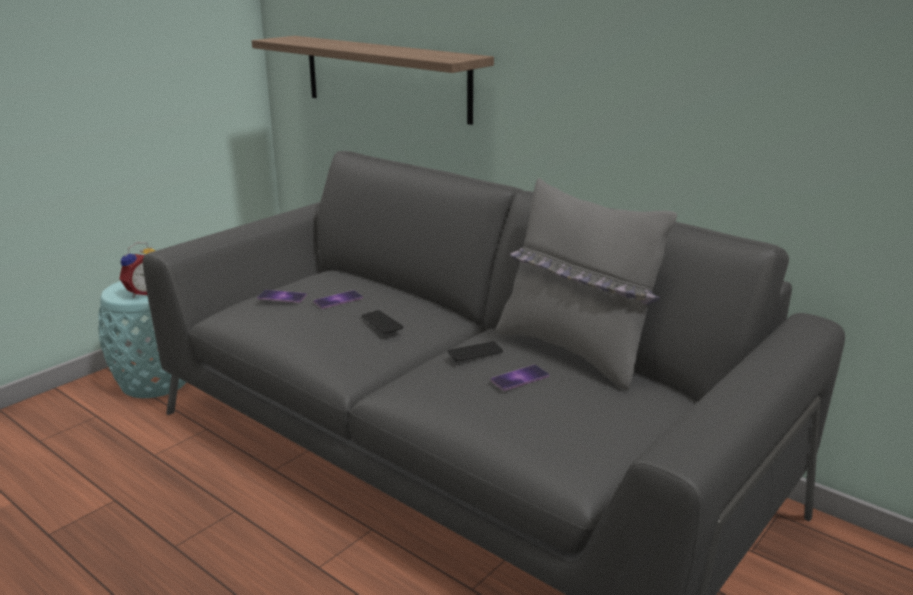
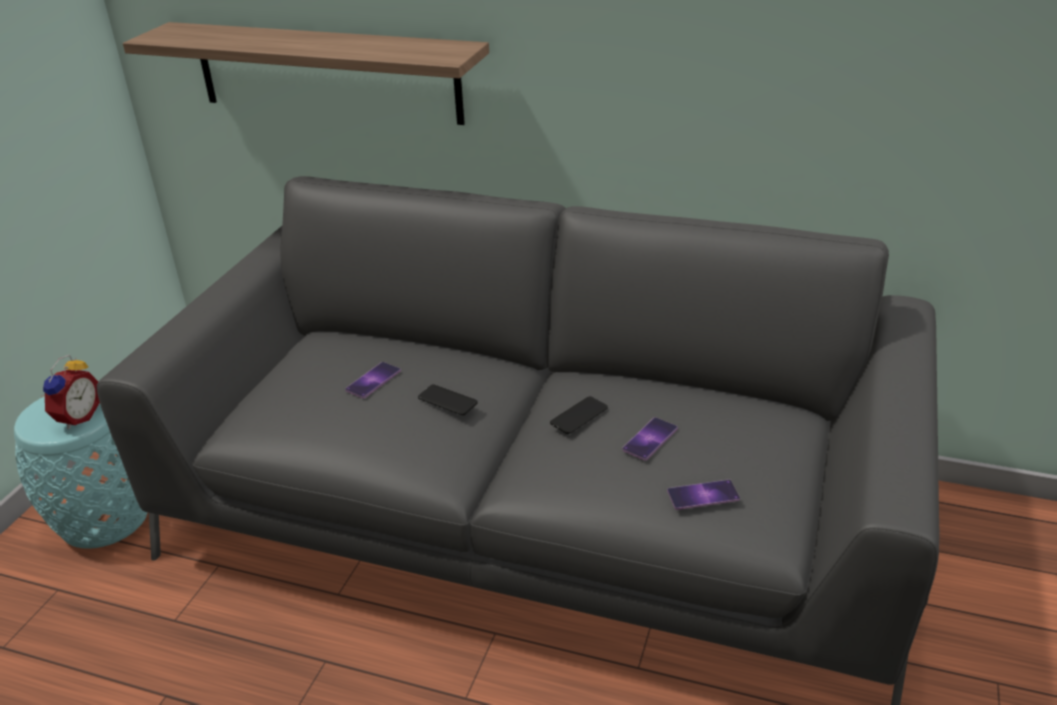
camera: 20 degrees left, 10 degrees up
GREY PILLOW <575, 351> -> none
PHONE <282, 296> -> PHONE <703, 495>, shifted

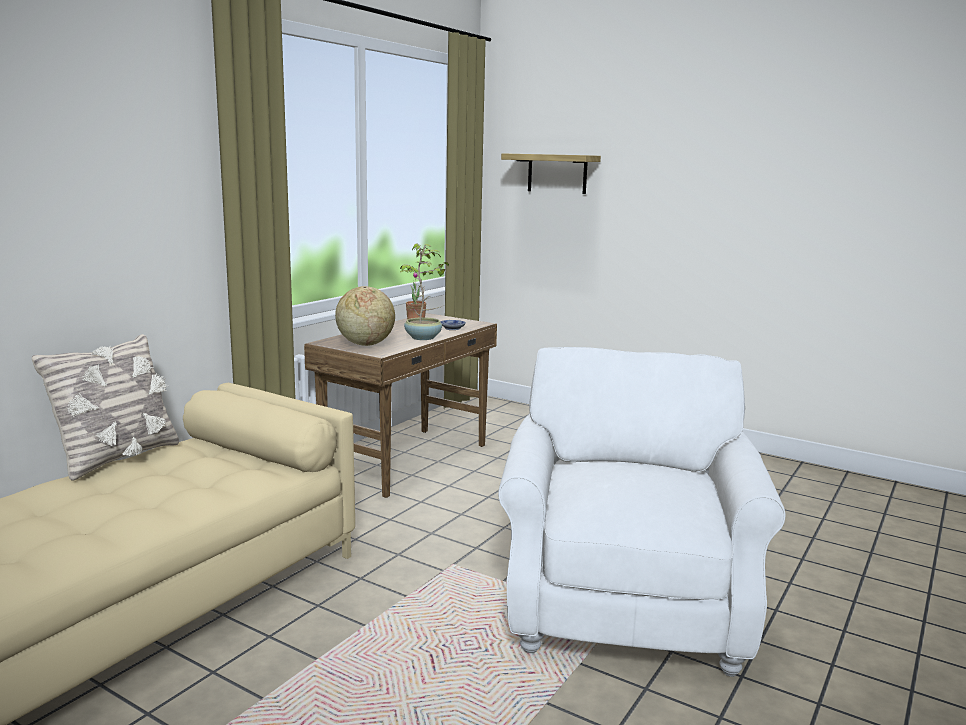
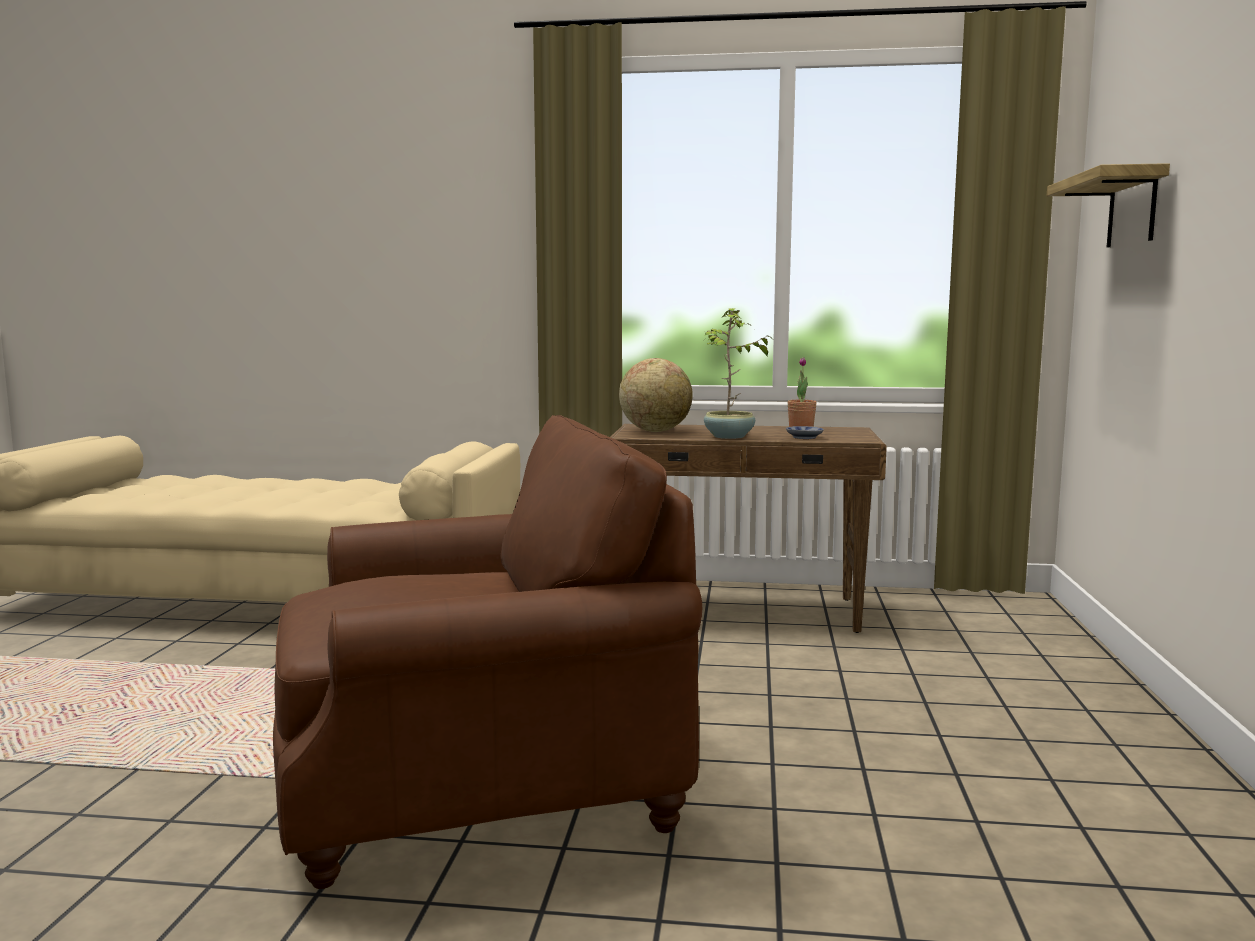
camera: 65 degrees right, 5 degrees down
BEIGE PILLOW <117, 458> -> none
WHITE ARMCHAIR <624, 600> -> BROWN ARMCHAIR <480, 785>

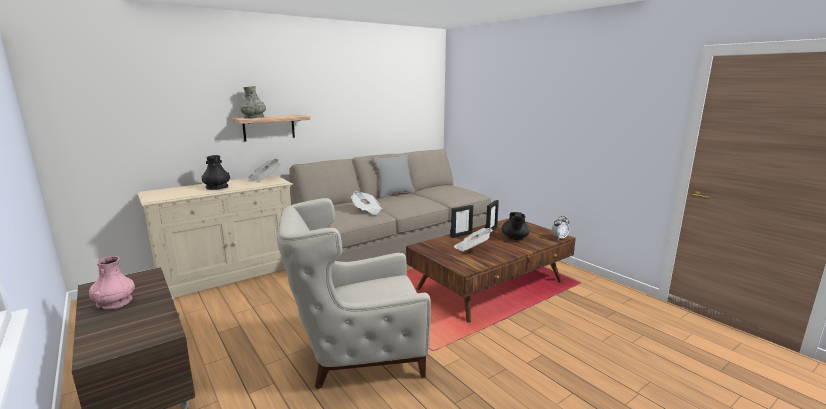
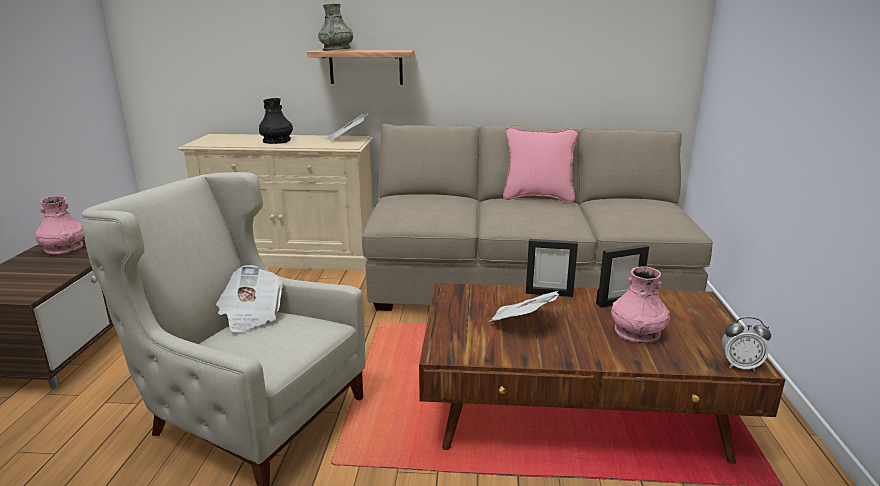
camera: 40 degrees right, 5 degrees up
NEWSPAPER <367, 211> -> NEWSPAPER <250, 315>, shifted
BLACK TEAPOT <514, 238> -> PINK VASE <637, 332>
GREY PILLOW <394, 194> -> PINK PILLOW <537, 197>

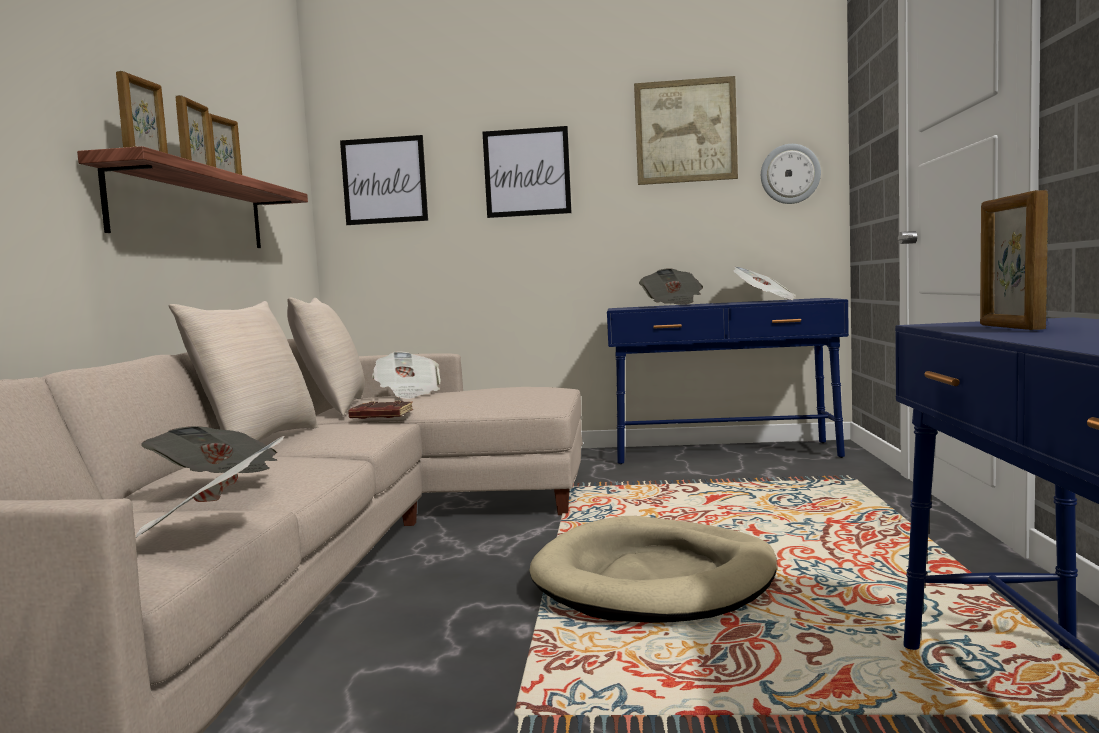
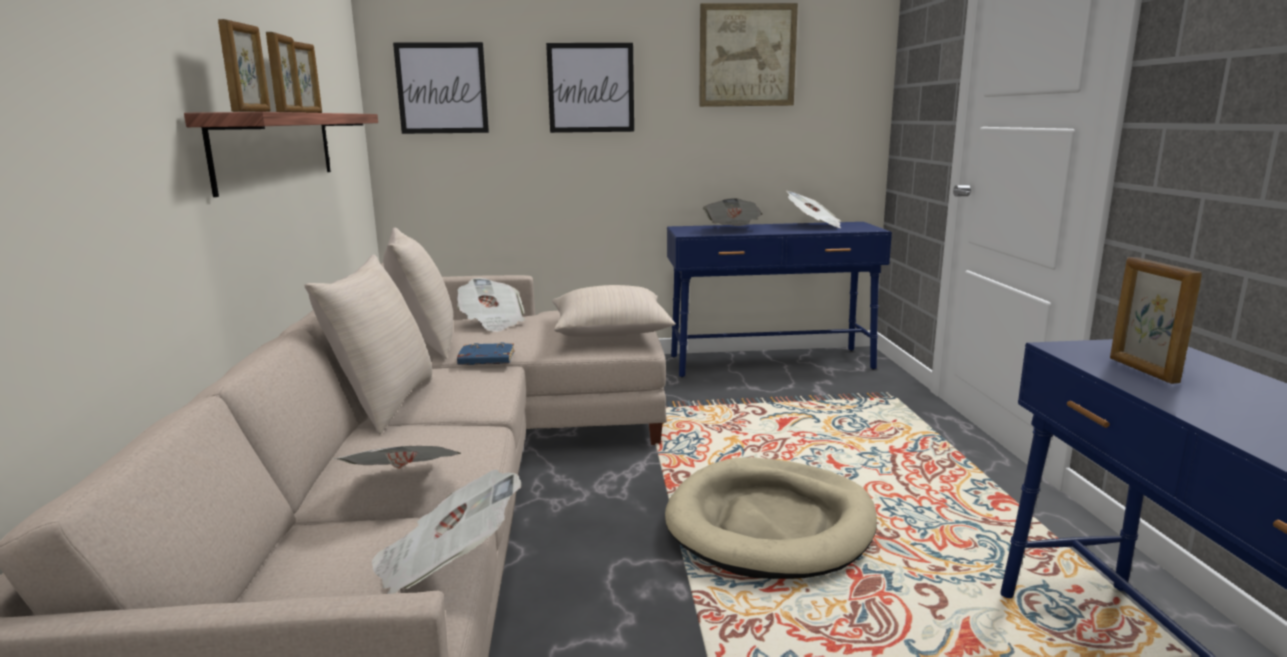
camera: 10 degrees left, 10 degrees up
WALL CLOCK <790, 174> -> none
none -> BEIGE PILLOW <610, 333>
BROWN BOOK <380, 415> -> BLUE BOOK <485, 359>

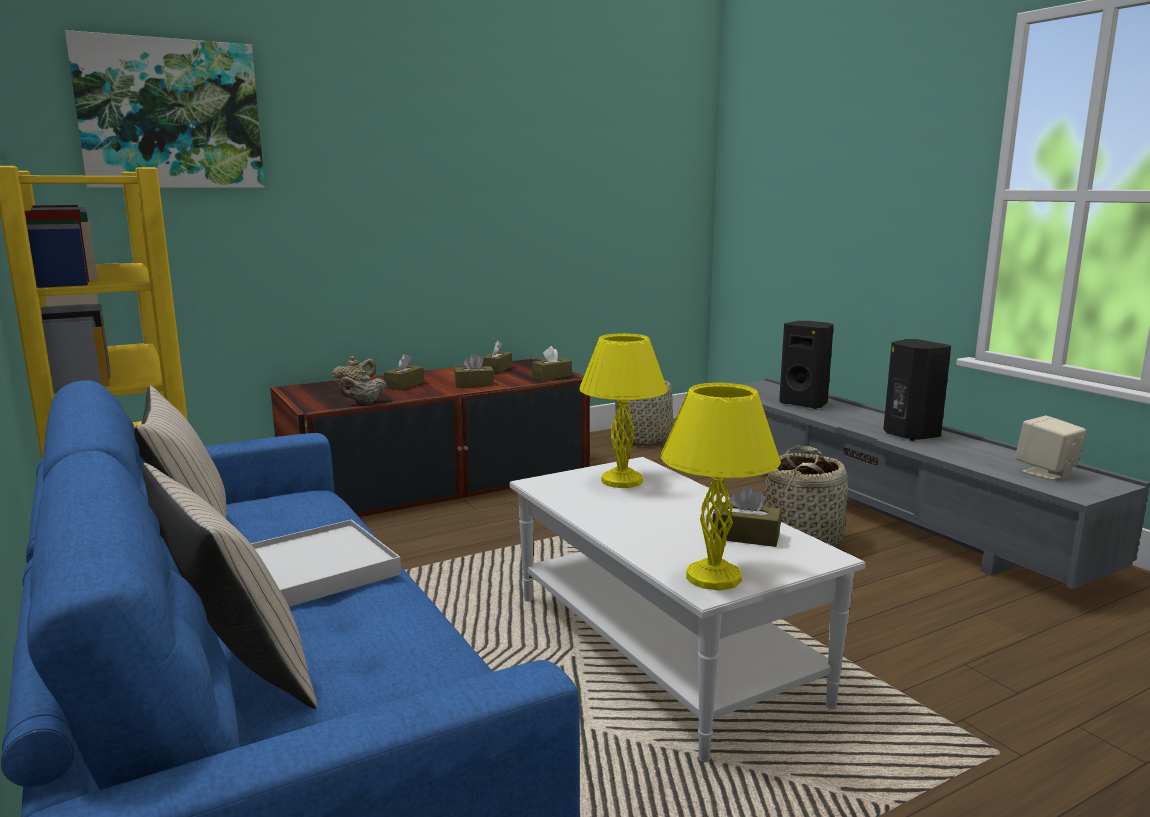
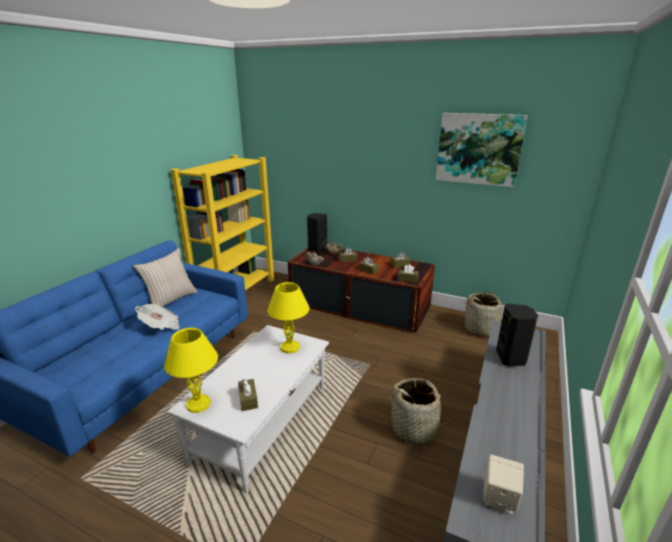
camera: 55 degrees right, 10 degrees up
BEIGE PILLOW <237, 673> -> none
PICTURE <170, 114> -> PICTURE <478, 149>, shifted
BLACK SPEAKER <909, 434> -> BLACK SPEAKER <317, 249>, shifted
WHITE TRAY <319, 569> -> NEWSPAPER <161, 326>

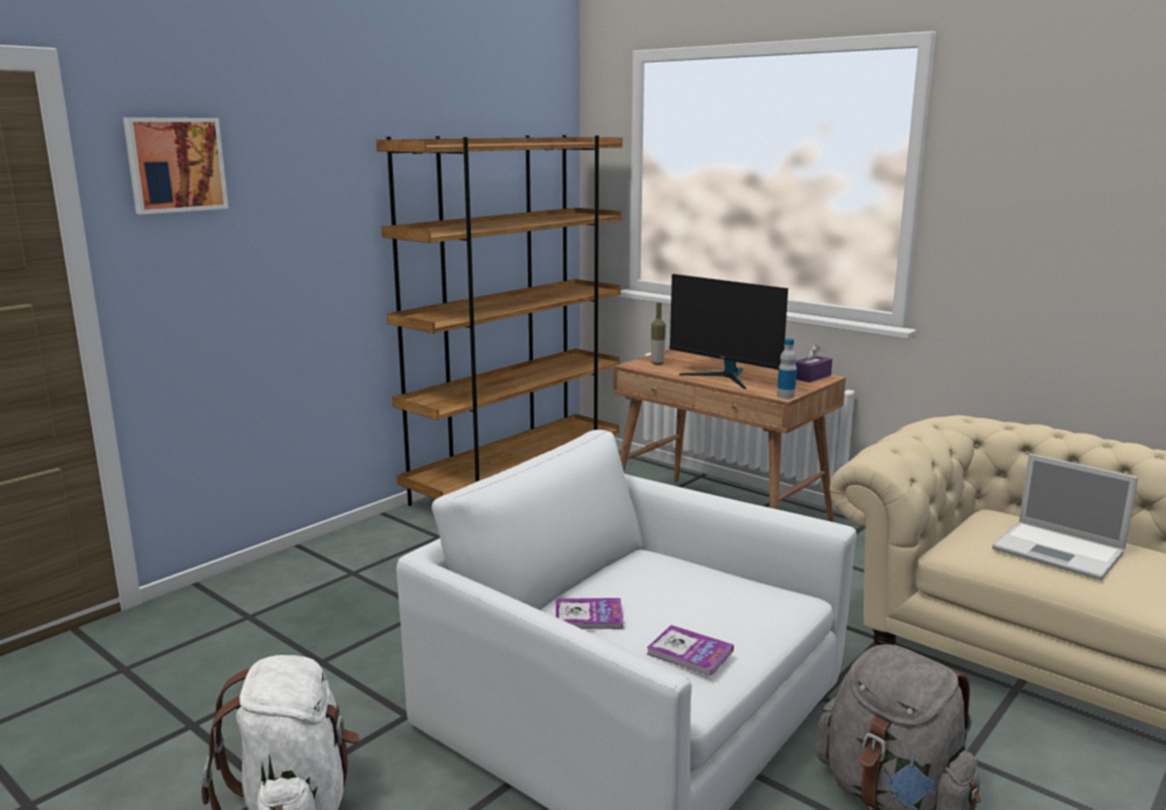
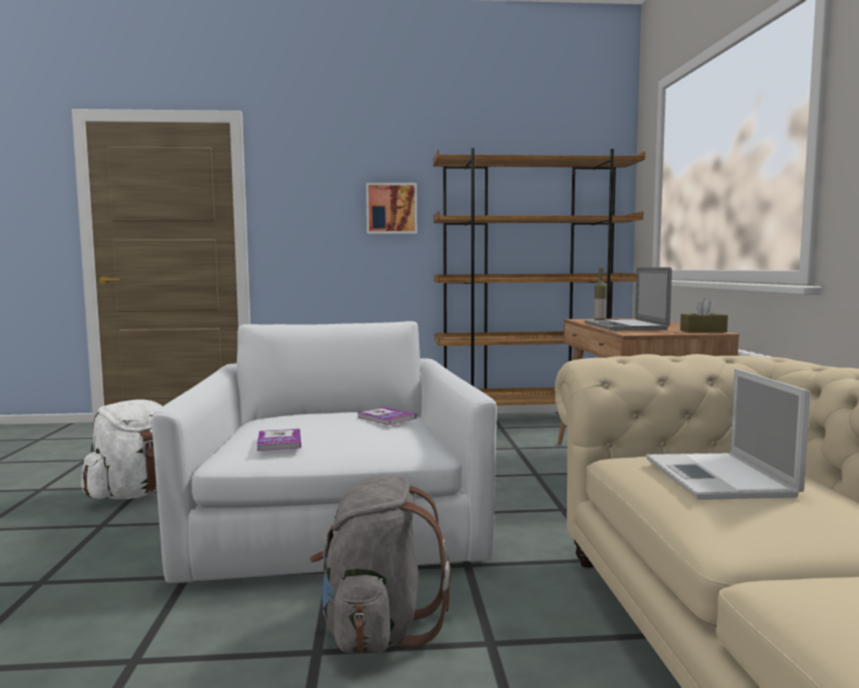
camera: 45 degrees right, 10 degrees down
BOTTLE <785, 396> -> none
PICTURE <175, 164> -> PICTURE <391, 208>, shifted
BOOK <588, 616> -> BOOK <386, 418>, shifted
MONITOR <725, 377> -> LAPTOP <624, 326>
PURPLE TISSUE BOX <811, 377> -> BROWN TISSUE BOX <703, 331>

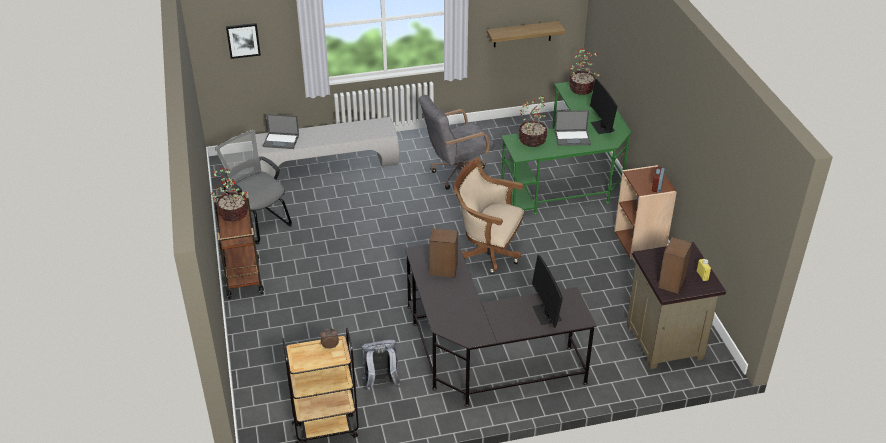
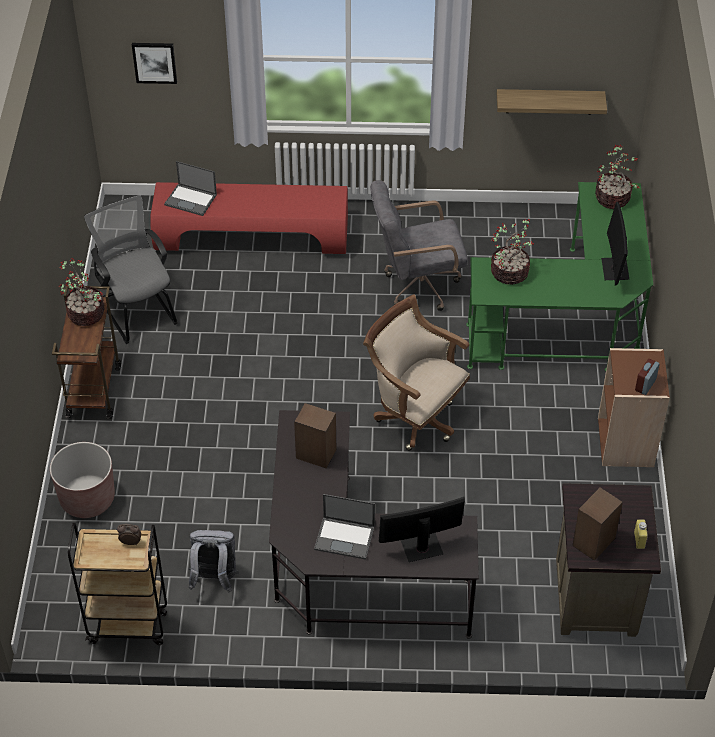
camera: 15 degrees right, 10 degrees up
none -> BROWN PLANTER <87, 499>
LAPTOP <572, 138> -> LAPTOP <345, 537>, shifted
GREY BENCH <326, 163> -> RED BENCH <252, 235>
MONITOR <546, 314> -> MONITOR <421, 548>, 75 degrees clockwise

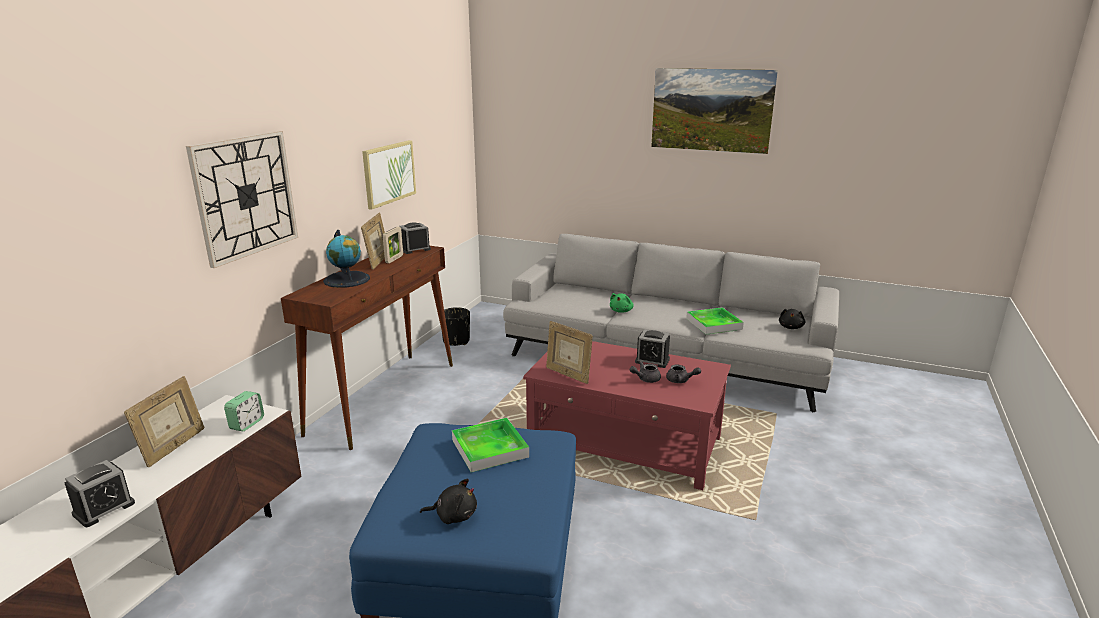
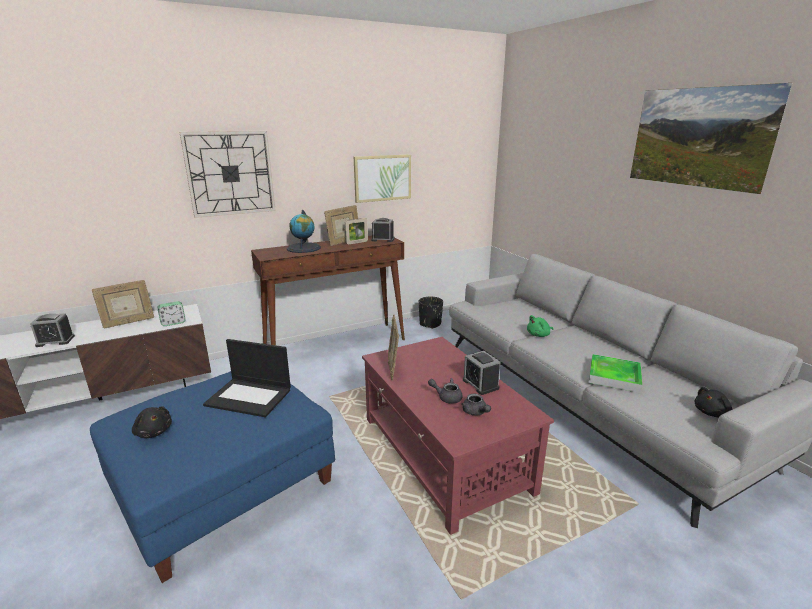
camera: 40 degrees right, 0 degrees up
TRAY <490, 448> -> LAPTOP <250, 397>

